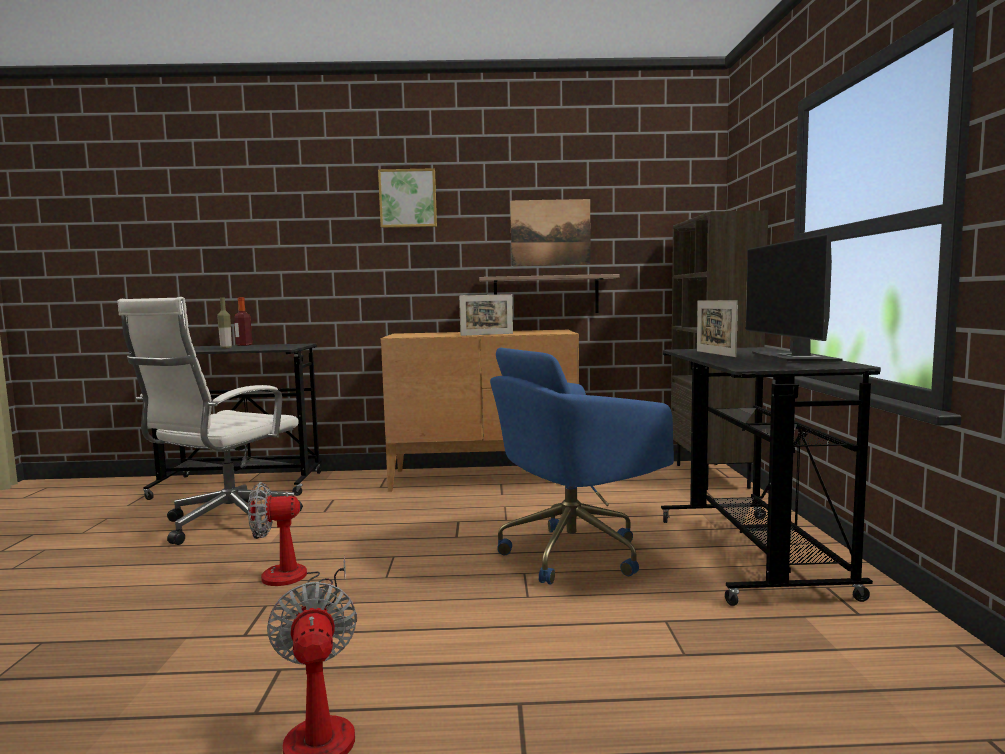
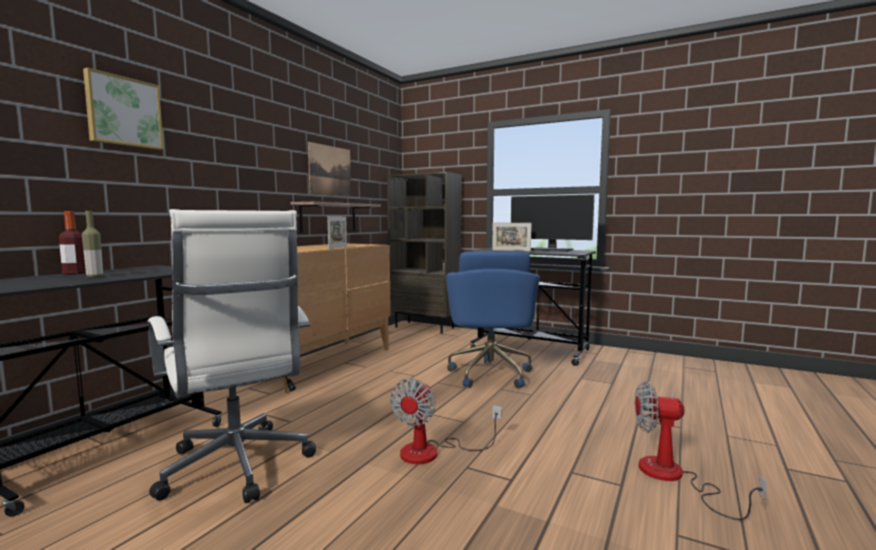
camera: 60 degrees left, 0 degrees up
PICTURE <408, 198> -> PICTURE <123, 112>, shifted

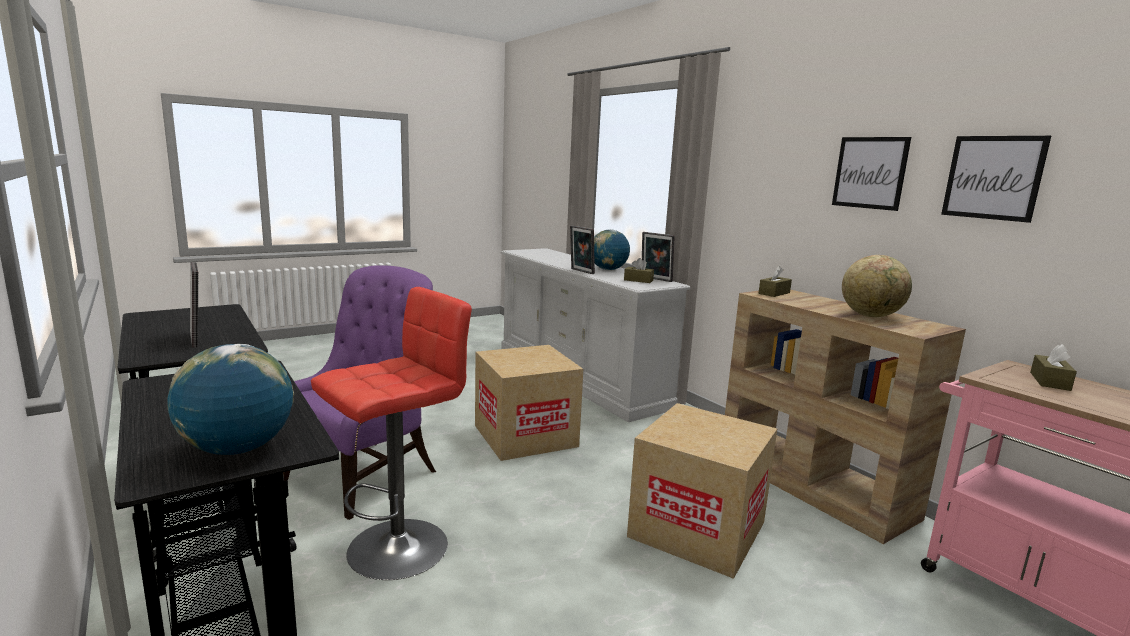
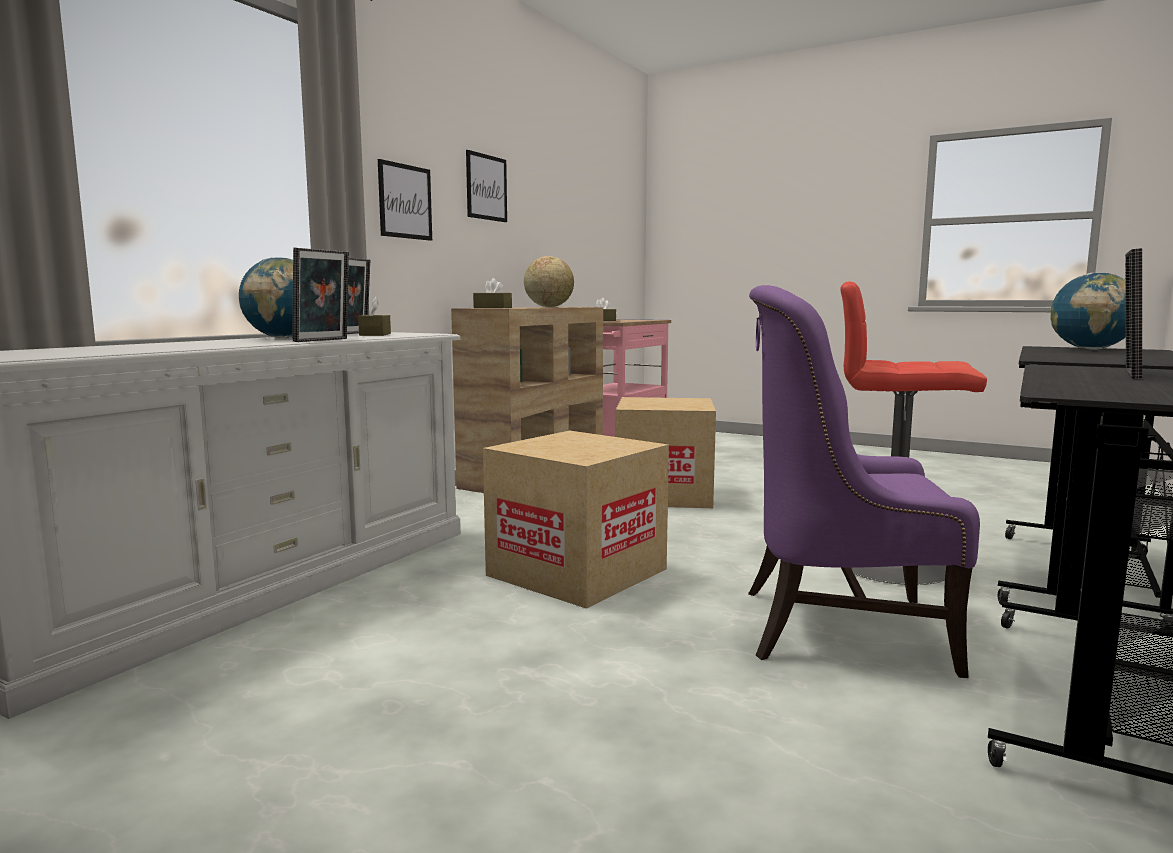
camera: 115 degrees left, 5 degrees down
PICTURE <993, 177> -> PICTURE <405, 201>, shifted

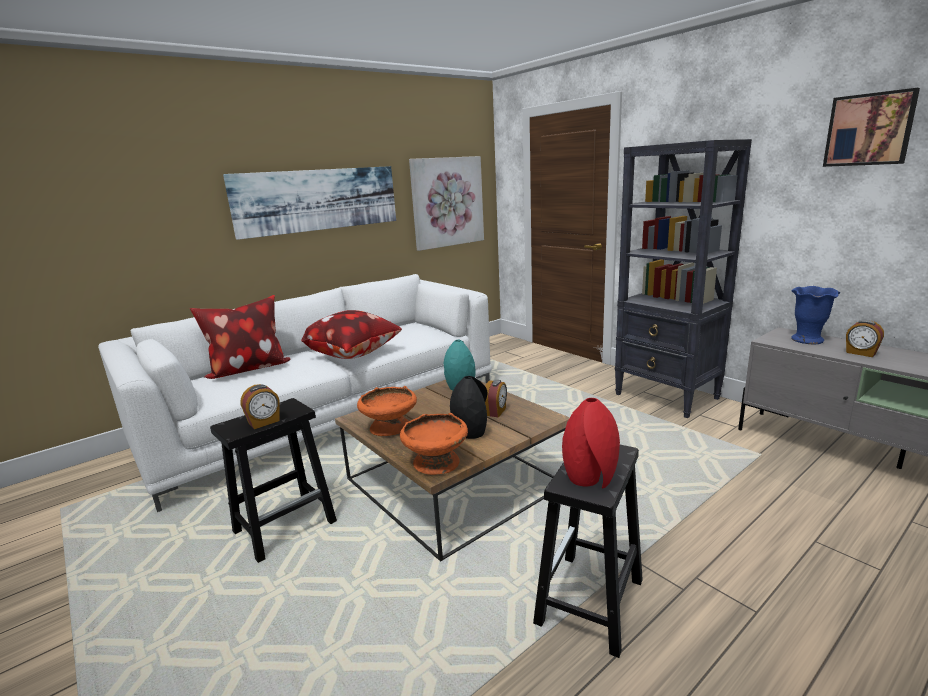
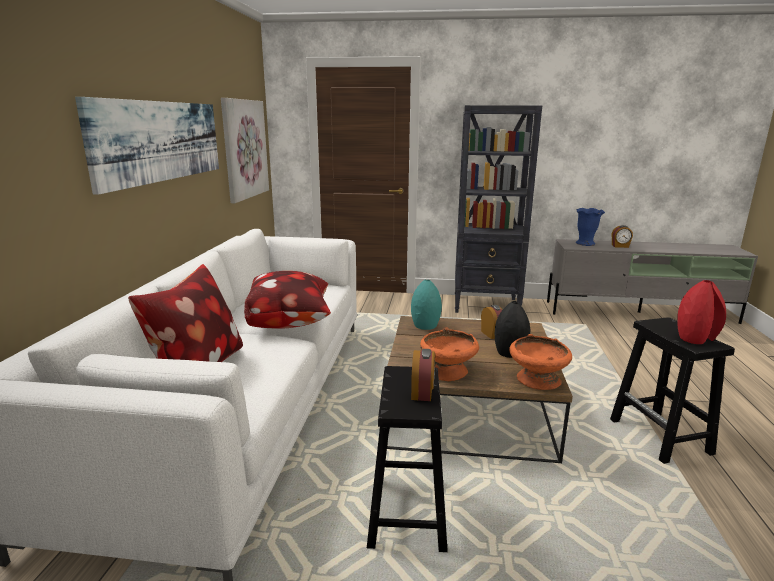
camera: 45 degrees left, 0 degrees up
PICTURE <869, 129> -> none

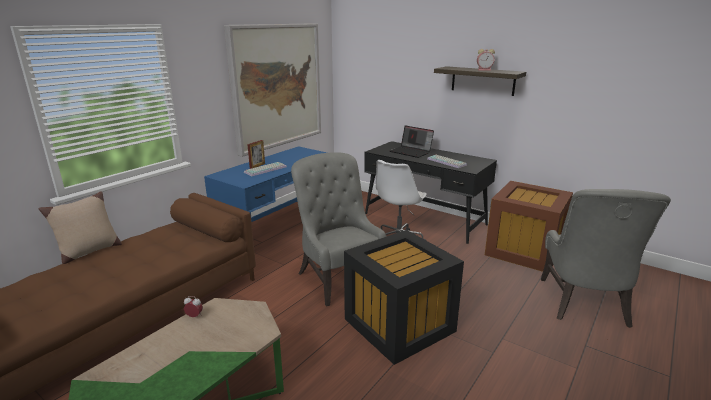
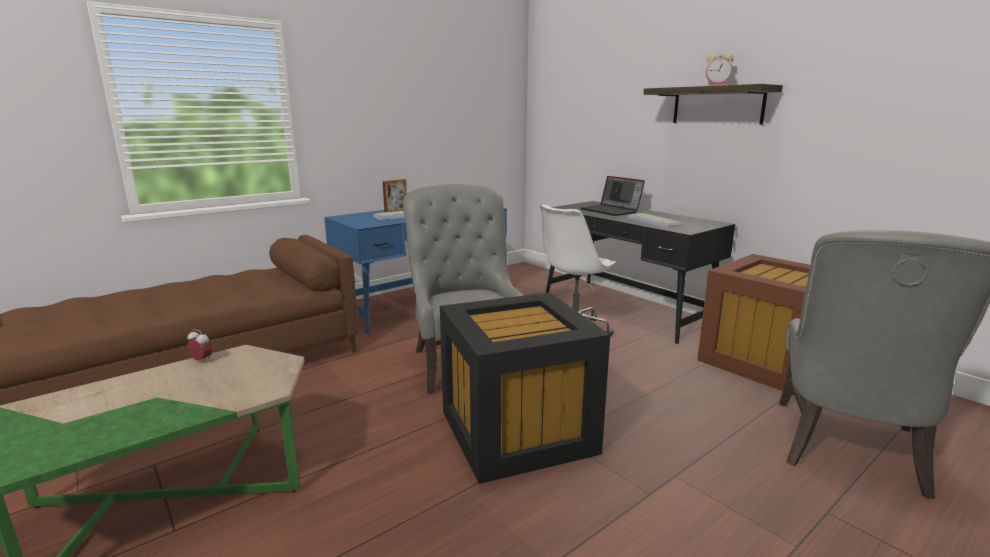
camera: 15 degrees right, 5 degrees down
BEIGE PILLOW <89, 252> -> none
PICTURE <276, 86> -> none

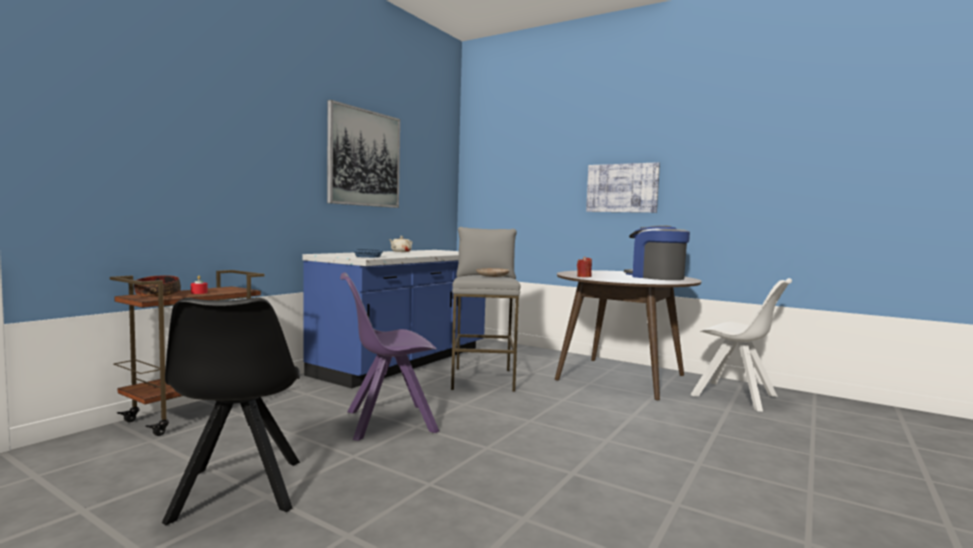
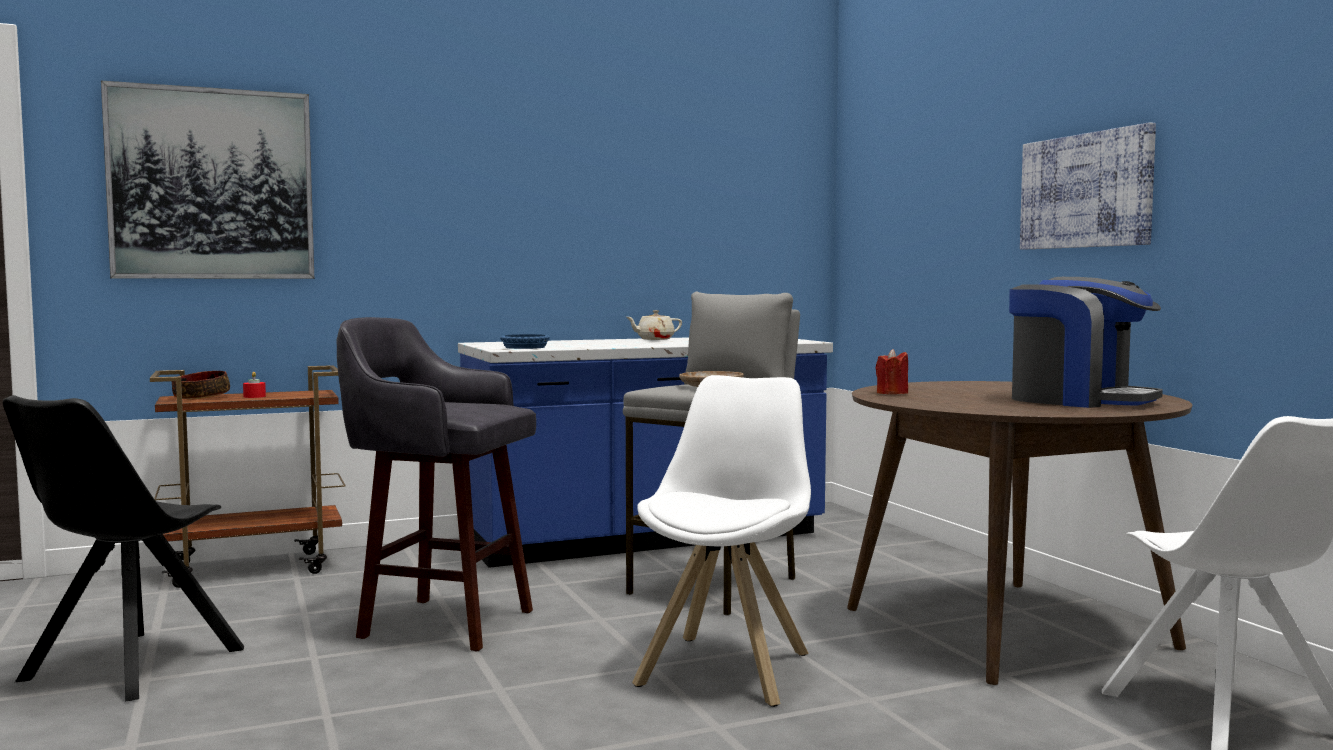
camera: 35 degrees right, 0 degrees up
none -> WHITE CHAIR <726, 668>
PICTURE <364, 158> -> PICTURE <212, 184>, shifted
PURPLE CHAIR <388, 422> -> GREY STOOL <440, 623>
COFFEE MACHINE <655, 277> -> COFFEE MACHINE <1078, 400>, 135 degrees clockwise

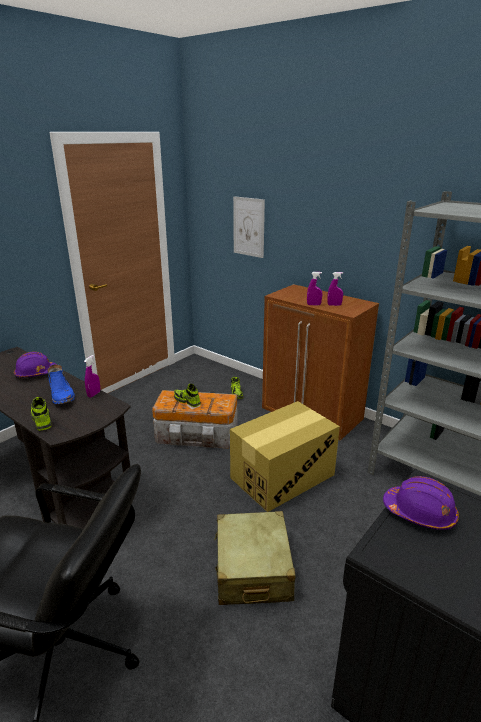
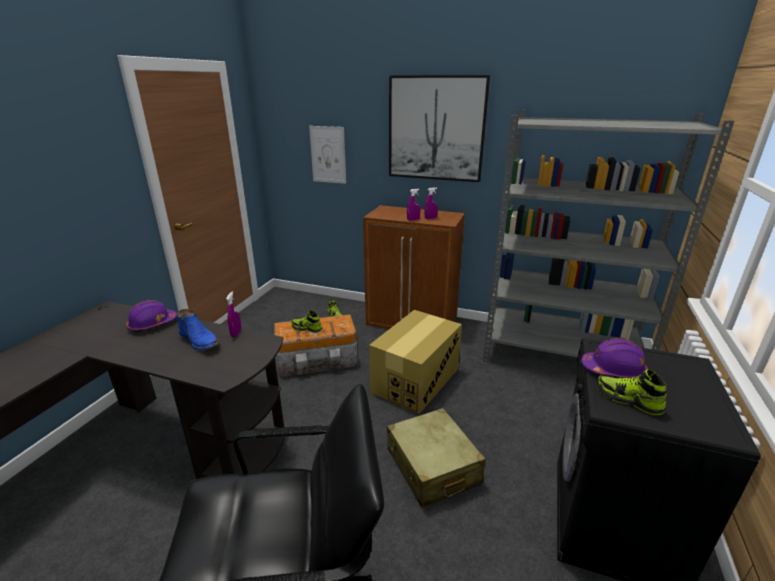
camera: 20 degrees left, 0 degrees up
none -> PICTURE <436, 129>
SHOE <41, 420> -> SHOE <628, 400>, shifted

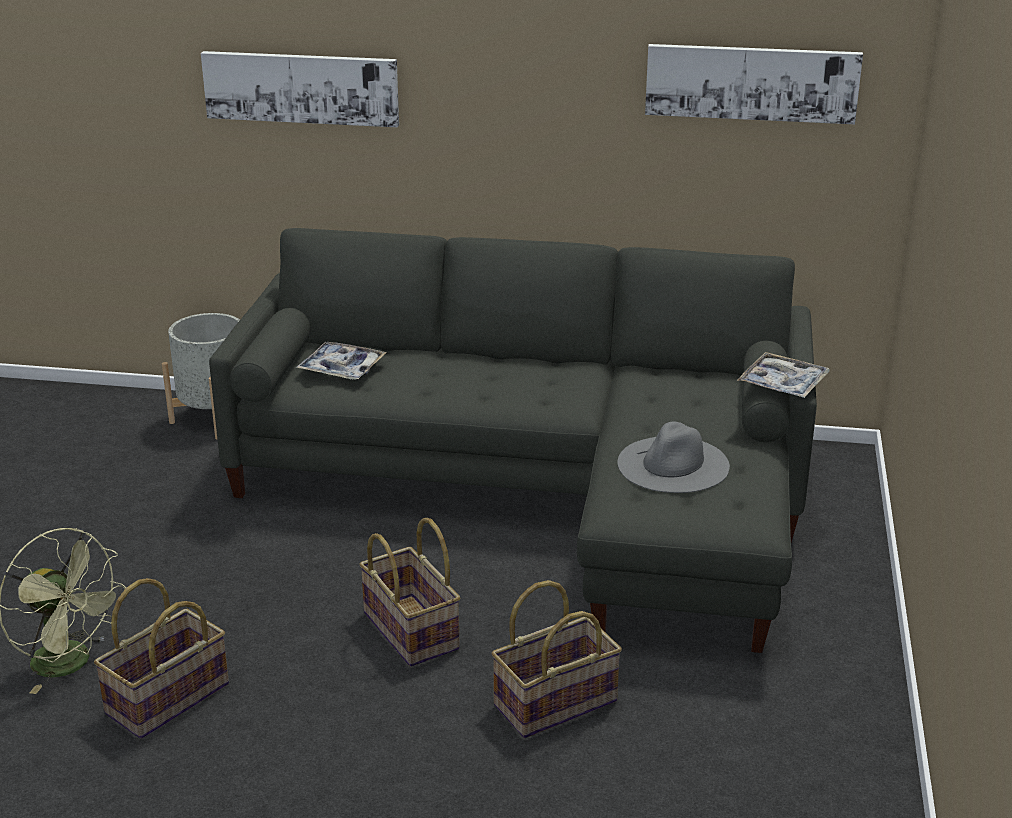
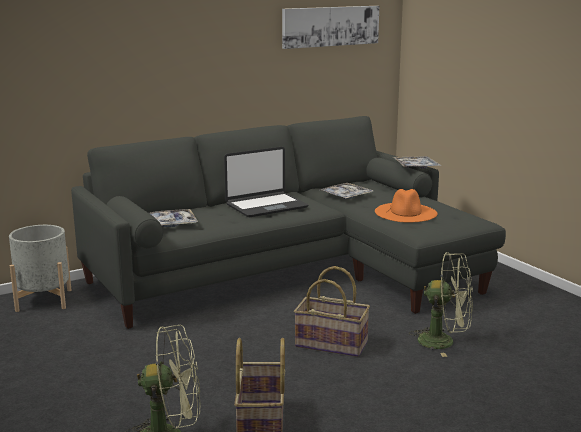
camera: 40 degrees left, 10 degrees down
PICTURE <301, 88> -> none
none -> LAPTOP <266, 206>
none -> TRAY <346, 196>
BASKET <555, 702> -> GREEN FAN <444, 342>
GREY HAT <673, 464> -> ORANGE HAT <406, 212>

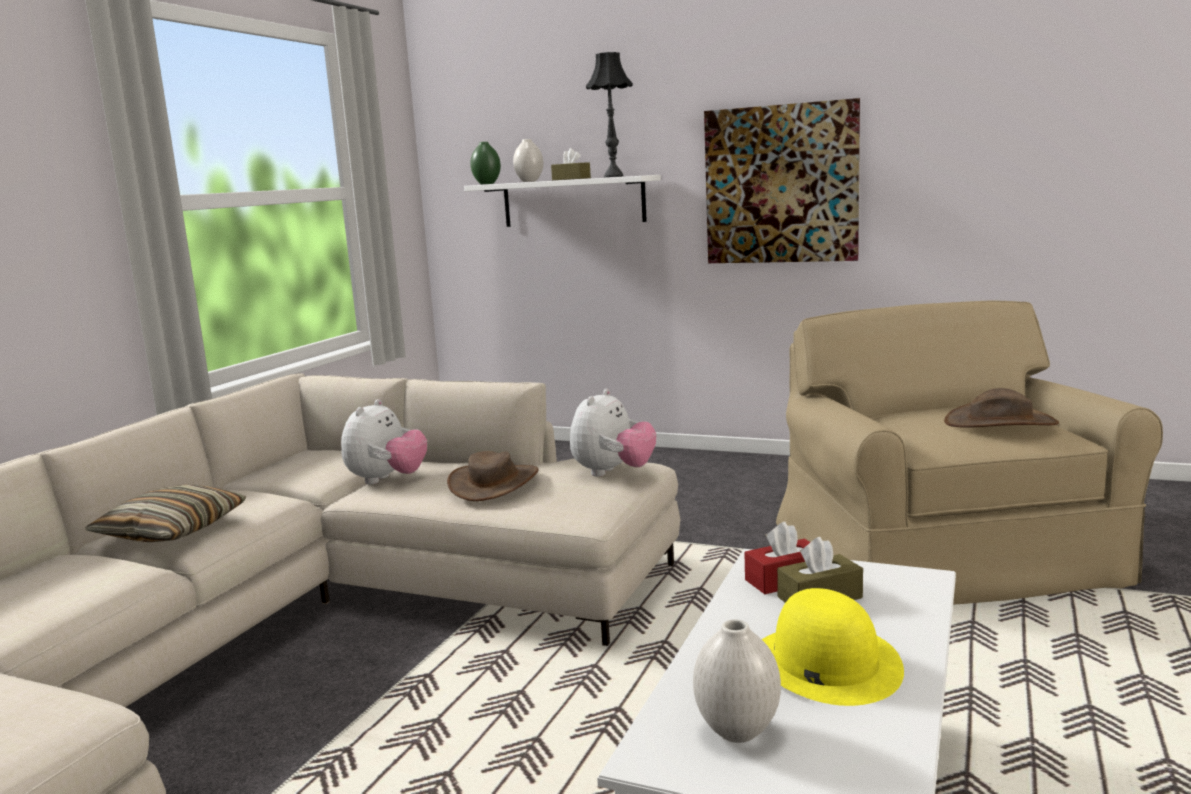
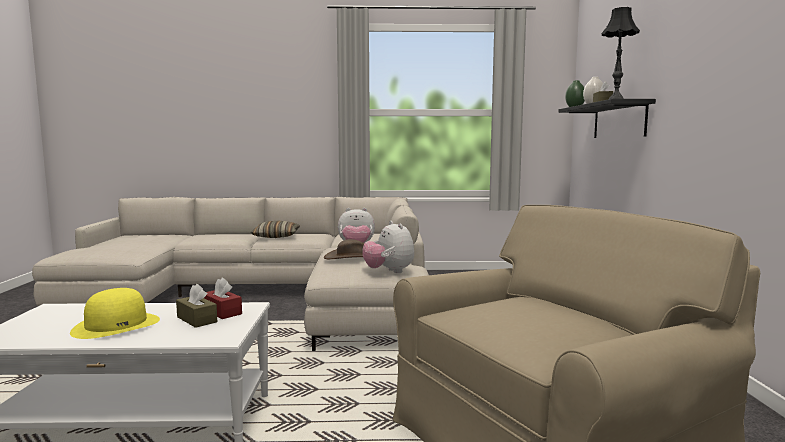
camera: 65 degrees right, 5 degrees down
WHITE VASE <737, 731> -> none
PICTURE <781, 184> -> none
BROWN HAT <1000, 422> -> none
WHITE SHELF <573, 202> -> BLACK SHELF <619, 121>
PLUSH TOY <613, 473> -> PLUSH TOY <389, 272>, 60 degrees clockwise

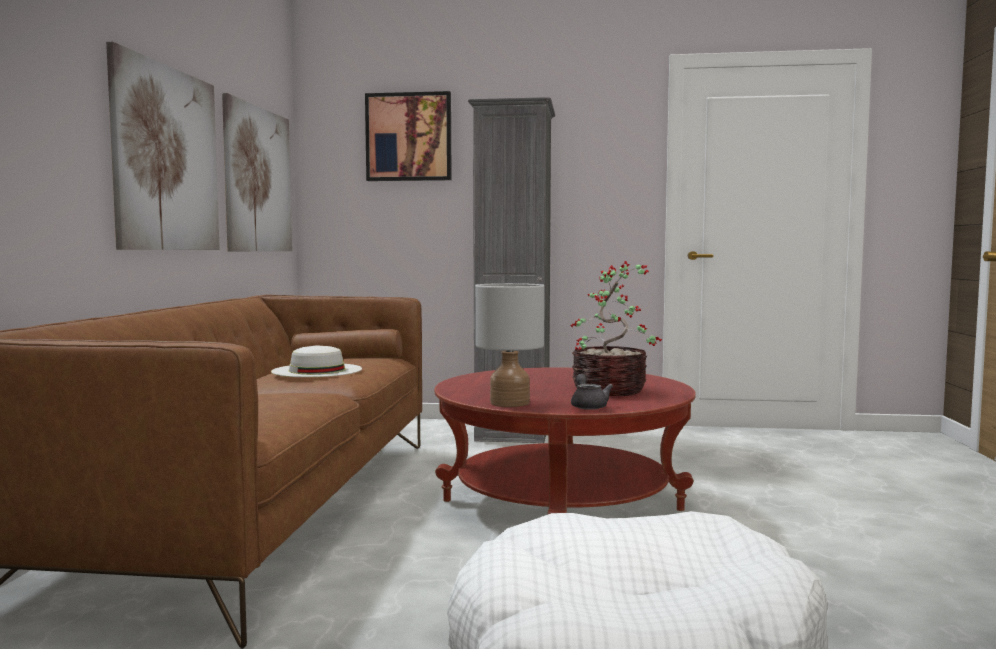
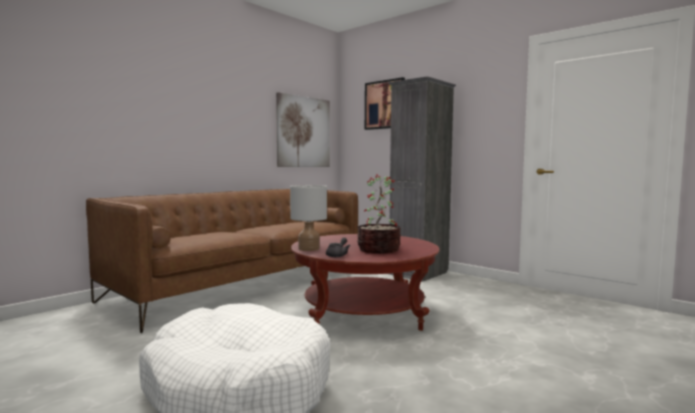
camera: 35 degrees right, 0 degrees up
PICTURE <167, 159> -> none
WHITE HAT <317, 370> -> none

